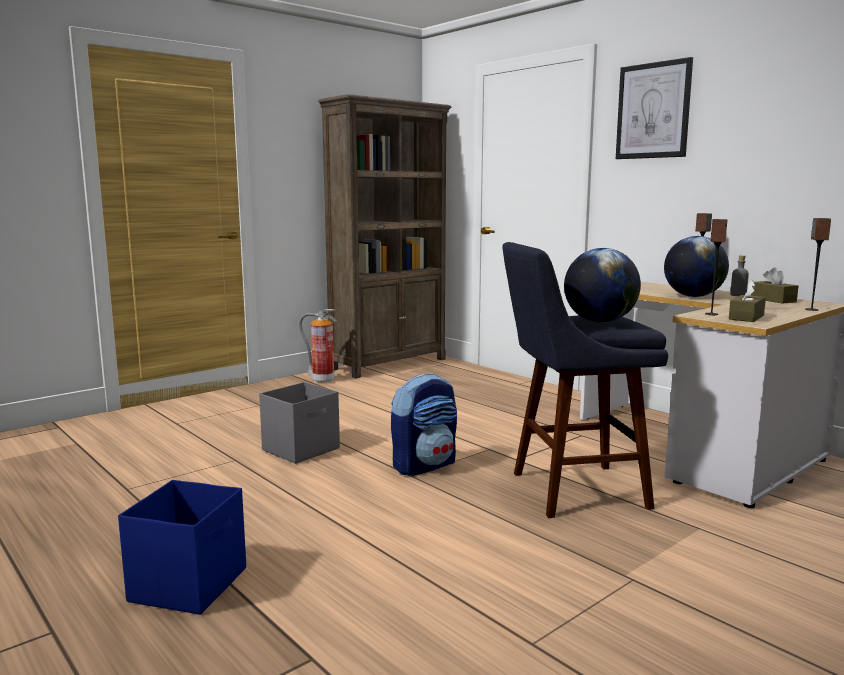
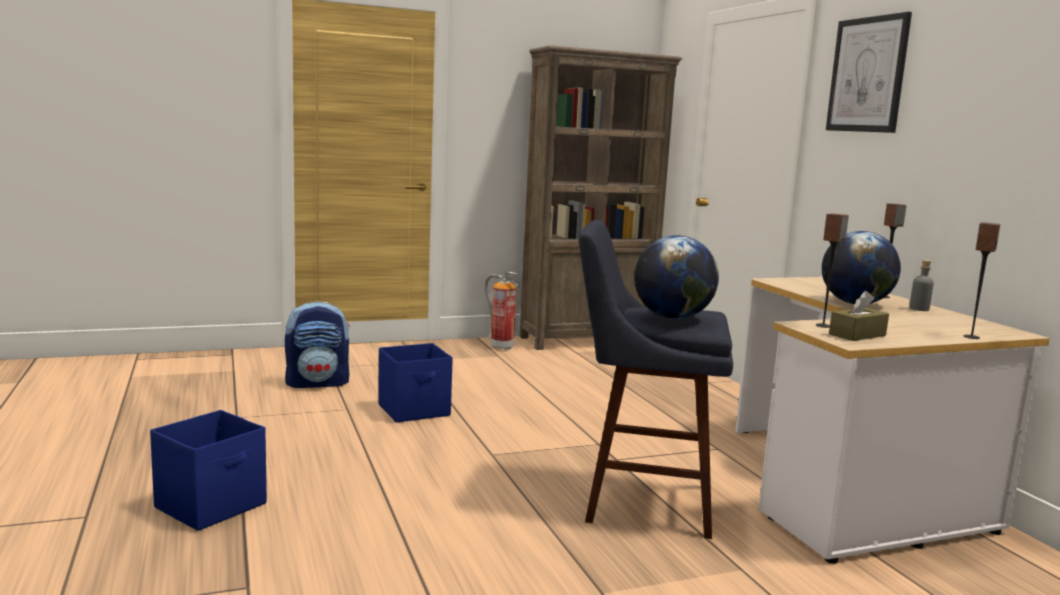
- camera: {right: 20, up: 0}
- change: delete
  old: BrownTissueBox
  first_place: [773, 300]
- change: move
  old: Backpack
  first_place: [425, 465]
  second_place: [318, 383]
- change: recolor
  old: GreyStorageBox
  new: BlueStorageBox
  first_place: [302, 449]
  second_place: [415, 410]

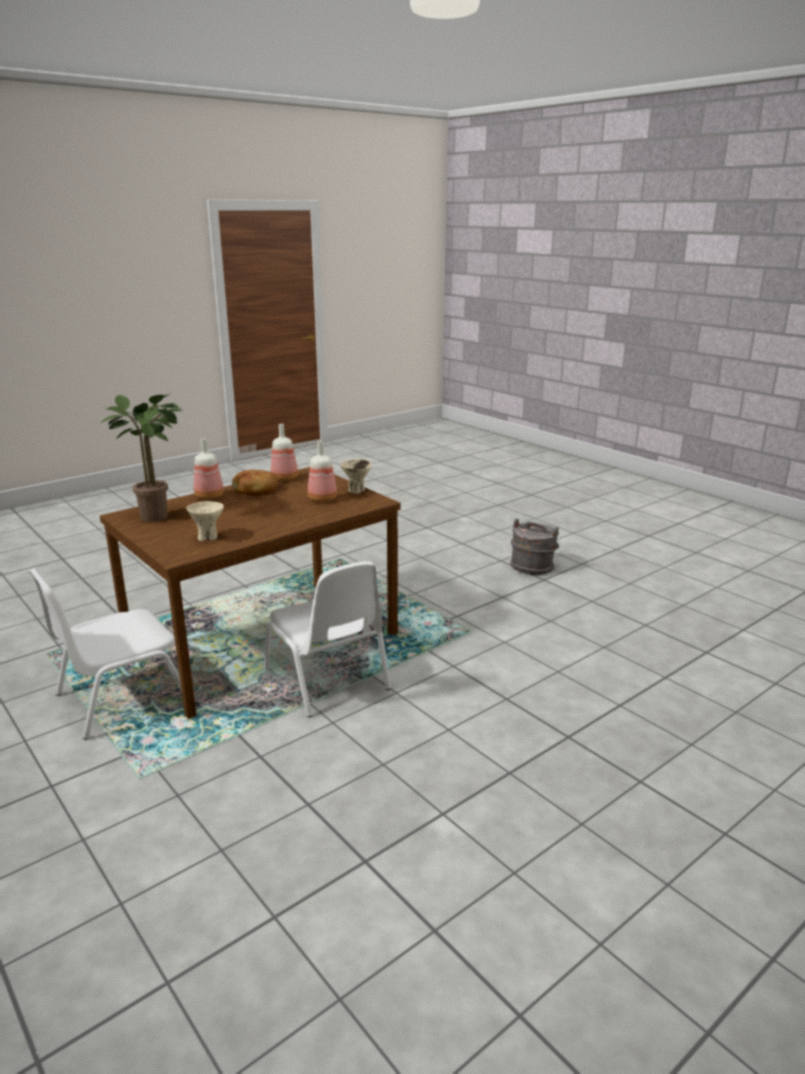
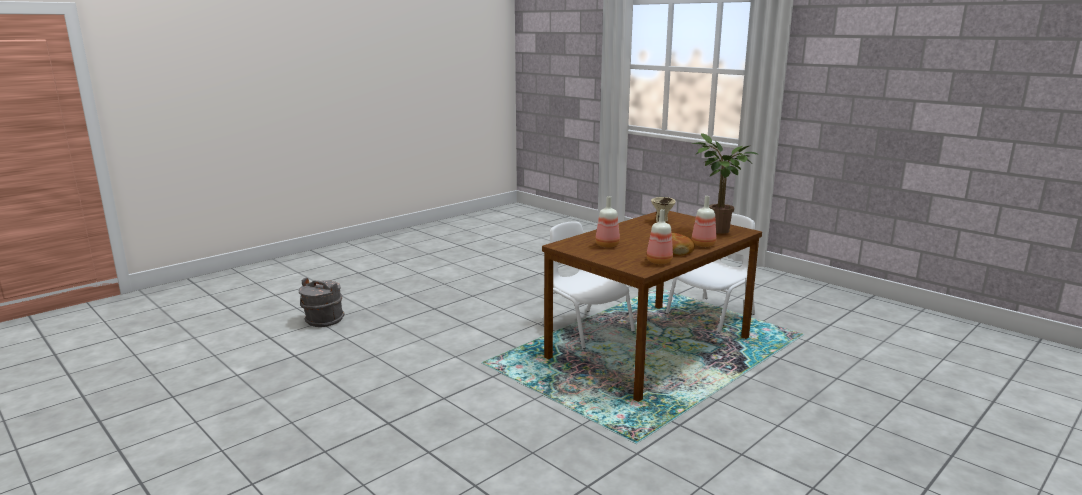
- camera: {right: 175, up: -5}
- change: delete
  old: BeigeBowl
  first_place: [356, 491]
- change: move
  old: GreyBucket
  first_place: [532, 567]
  second_place: [323, 320]

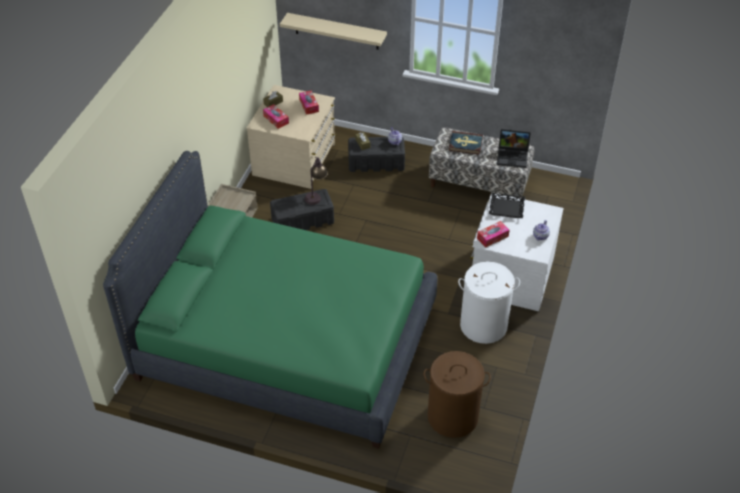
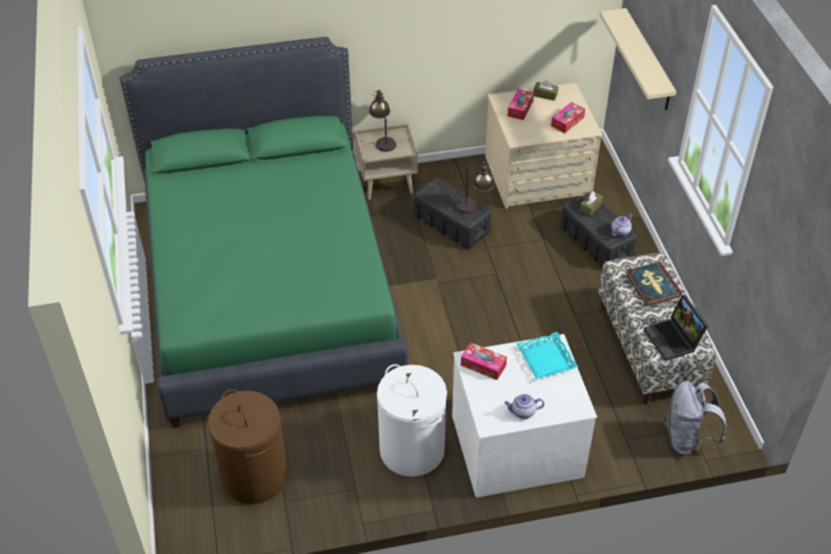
- camera: {right: 60, up: 0}
- change: insert
  new: TableLamp
  second_place: [383, 140]
- change: insert
  new: GreyBackpack
  second_place: [687, 439]
- change: recolor
  old: BlackTray
  new: TurquoiseTray
  first_place: [506, 208]
  second_place: [547, 359]

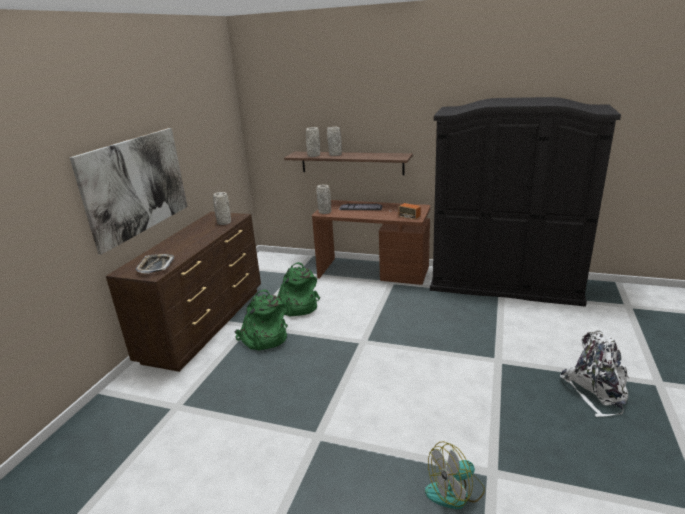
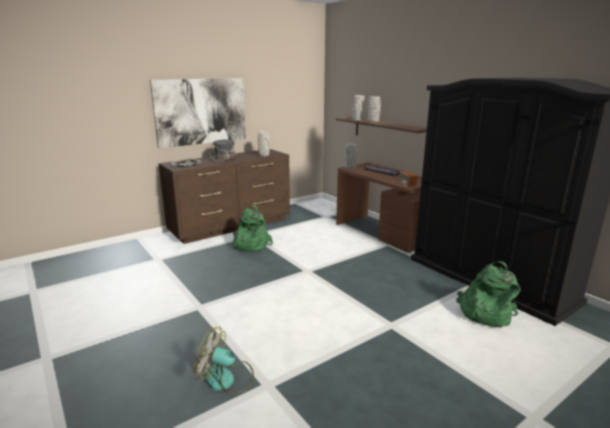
- camera: {right: 35, up: -5}
- change: delete
  old: WhiteBackpack
  first_place: [596, 391]
- change: insert
  new: GreyHat
  second_place: [225, 159]
- change: move
  old: GreenBackpack
  first_place: [296, 306]
  second_place: [484, 313]

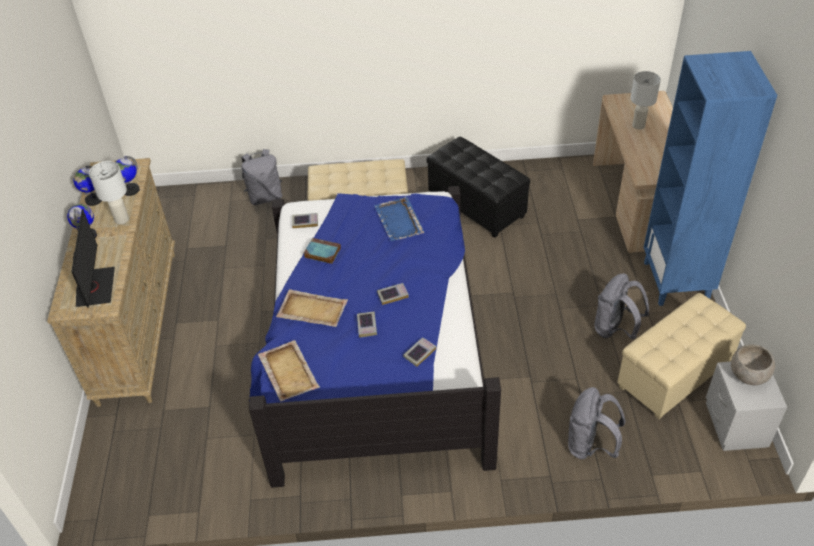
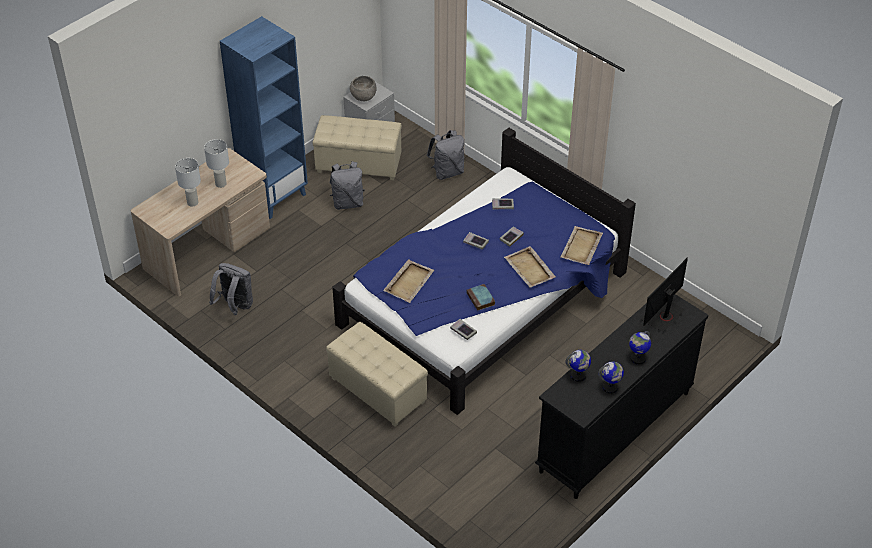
- camera: {right: -135, up: 0}
- change: delete
  old: BlackOttoman
  first_place: [476, 206]
- change: move
  old: WhiteTableLamp
  first_place: [122, 219]
  second_place: [220, 183]
- change: move
  old: GreyBackpack
  first_place: [265, 197]
  second_place: [235, 306]
- change: recolor
  old: BeigeDresser
  new: BlackDresser
  first_place: [138, 324]
  second_place: [614, 432]
- change: recolor
  old: BlueTray
  new: BeigeTray
  first_place: [399, 221]
  second_place: [409, 282]

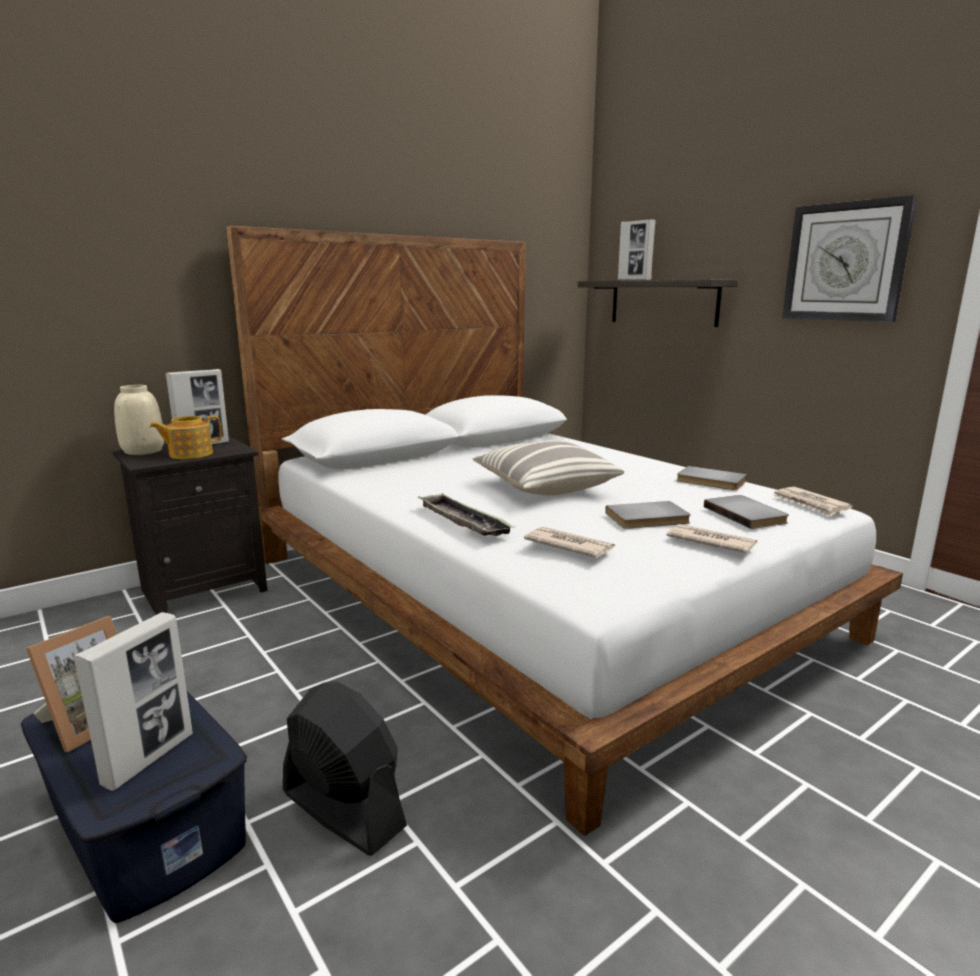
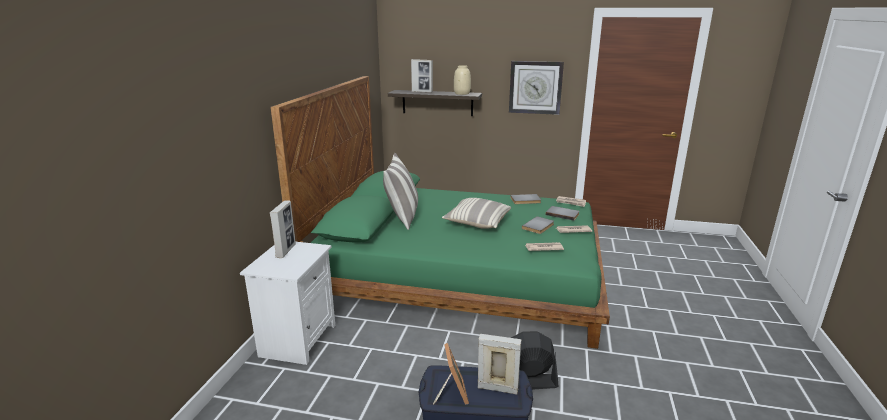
- camera: {right: -40, up: 5}
- change: delete
  old: Teapot
  first_place: [190, 454]
- change: delete
  old: Tray
  first_place: [463, 521]
- change: insert
  new: Pillow
  second_place: [402, 217]
- change: move
  old: BeigeVase
  first_place: [142, 451]
  second_place: [461, 93]
- change: recolor
  old: BlackNightstand
  new: WhiteNightstand
  first_place: [205, 589]
  second_place: [297, 339]
- change: recolor
  old: WhiteBed
  new: GreenBed
  first_place: [535, 594]
  second_place: [461, 275]
- change: rotate
  old: PictureFrame
  first_place: [149, 758]
  second_place: [497, 388]
  degrees: -60

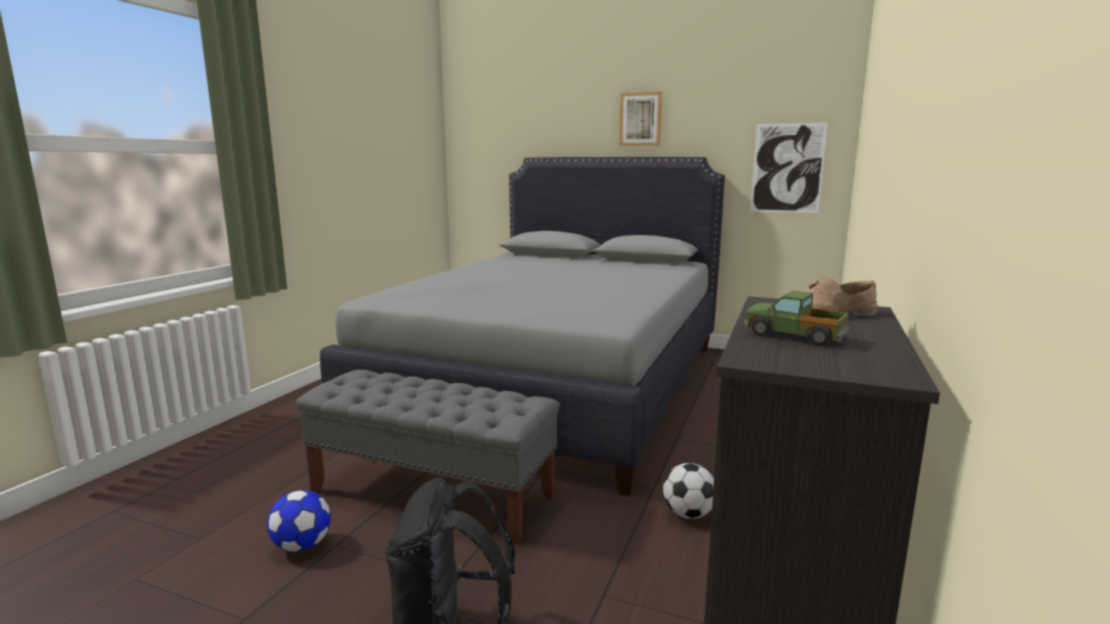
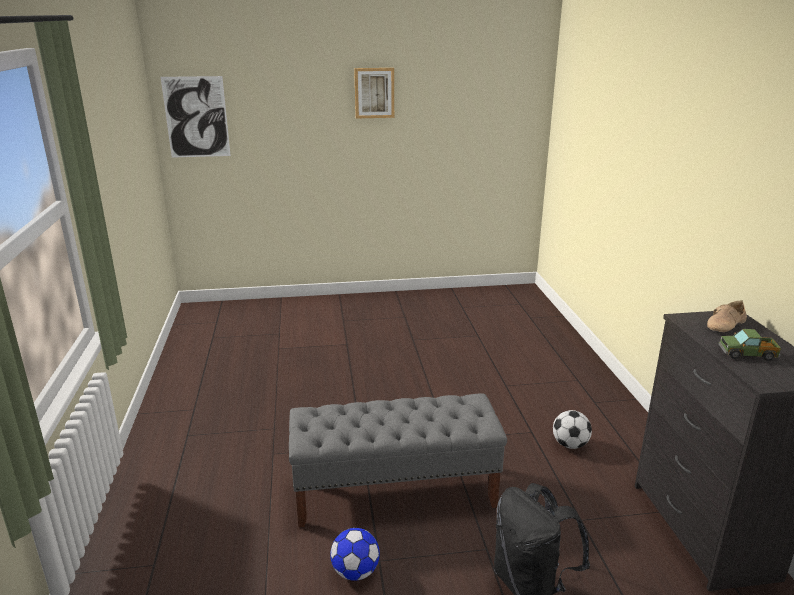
- camera: {right: -30, up: 10}
- change: delete
  old: GreyBed
  first_place: [555, 384]
- change: move
  old: Picture
  first_place: [787, 168]
  second_place: [196, 117]

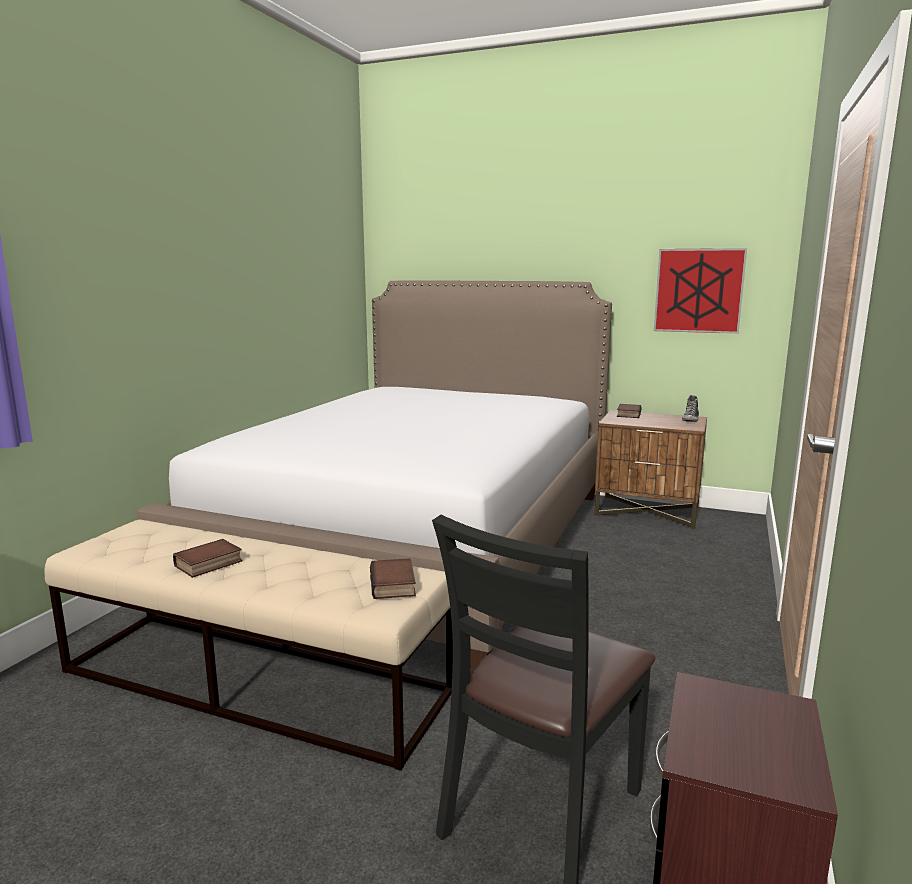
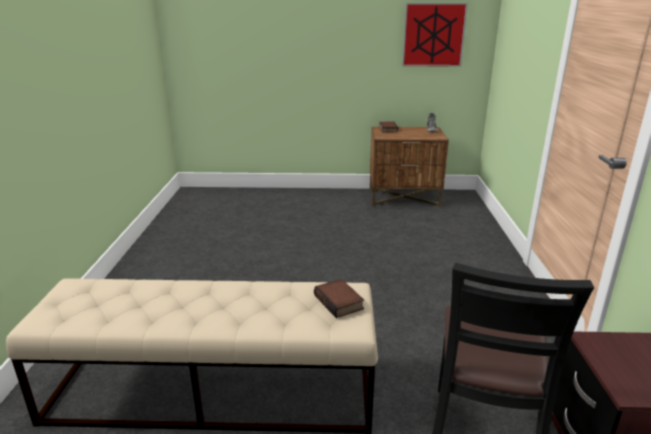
- camera: {right: -20, up: 10}
- change: delete
  old: Bed
  first_place: [418, 540]
- change: delete
  old: Book
  first_place: [208, 564]

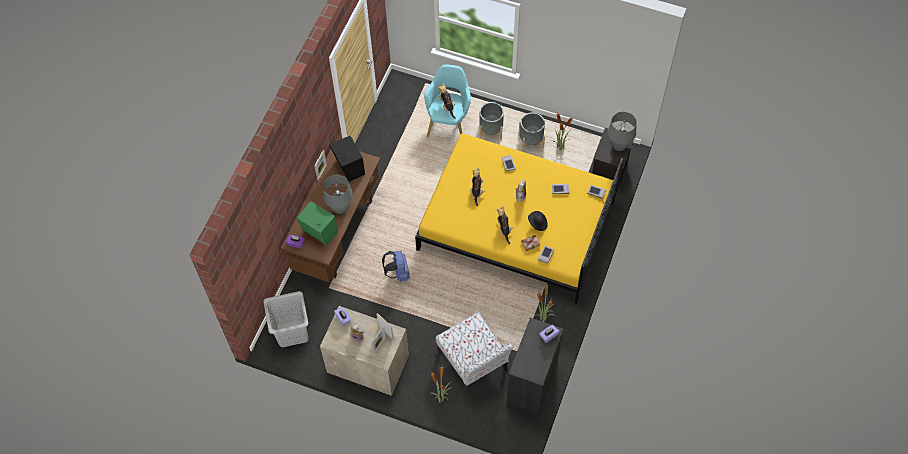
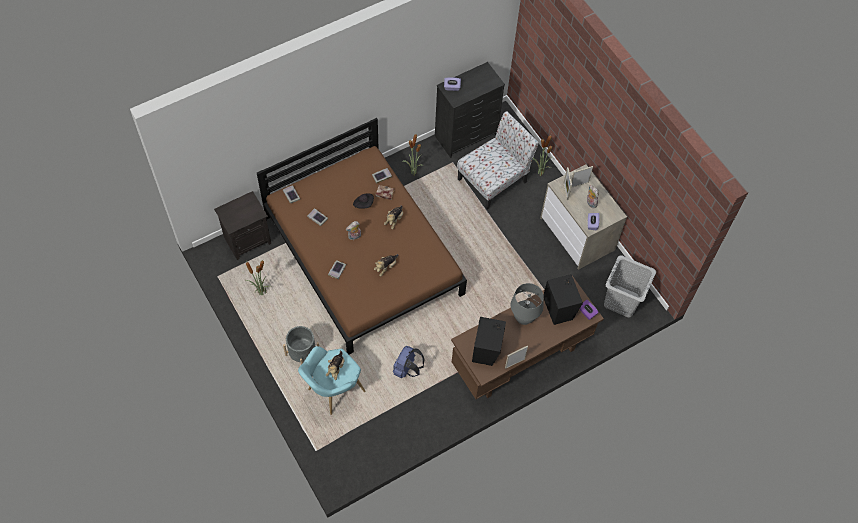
- camera: {right: -145, up: 0}
- change: delete
  old: GreyPlanter
  first_place: [531, 140]
- change: delete
  old: GreyTableLamp
  first_place: [619, 145]
- change: move
  old: BlueBackpack
  first_place: [398, 273]
  second_place: [407, 369]
- change: recolor
  old: GreenSpeaker
  new: BlackSpeaker
  first_place: [320, 233]
  second_place: [559, 307]
- change: recolor
  old: YellowBed
  new: BrownBed
  first_place: [516, 225]
  second_place: [364, 254]
- change: rotate
  old: Chair
  first_place: [473, 361]
  second_place: [494, 179]
  degrees: 45

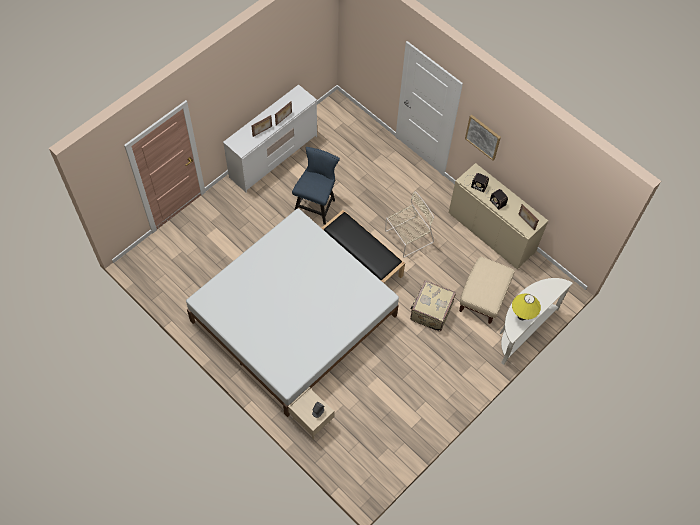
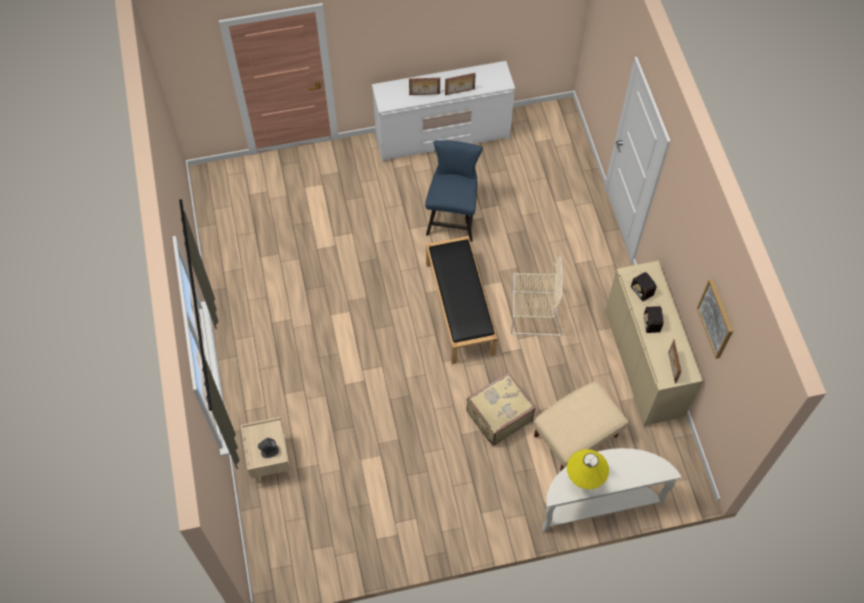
- camera: {right: 35, up: 0}
- change: delete
  old: WhiteBed
  first_place: [293, 318]
- change: move
  old: Picture
  first_place: [483, 137]
  second_place: [716, 318]
- change: rotate
  old: BlueChair
  first_place: [316, 204]
  second_place: [452, 217]
  degrees: -45

